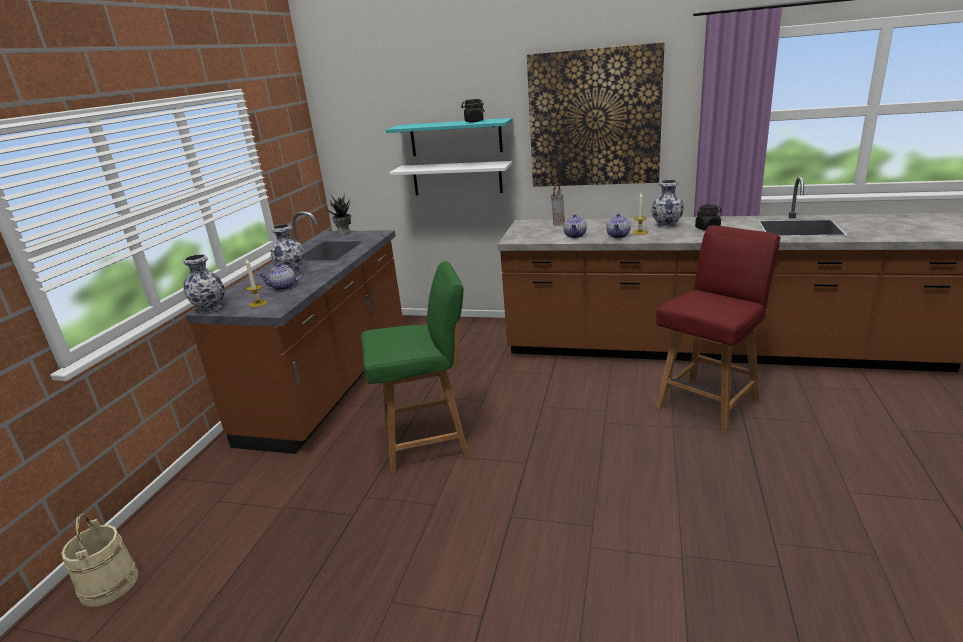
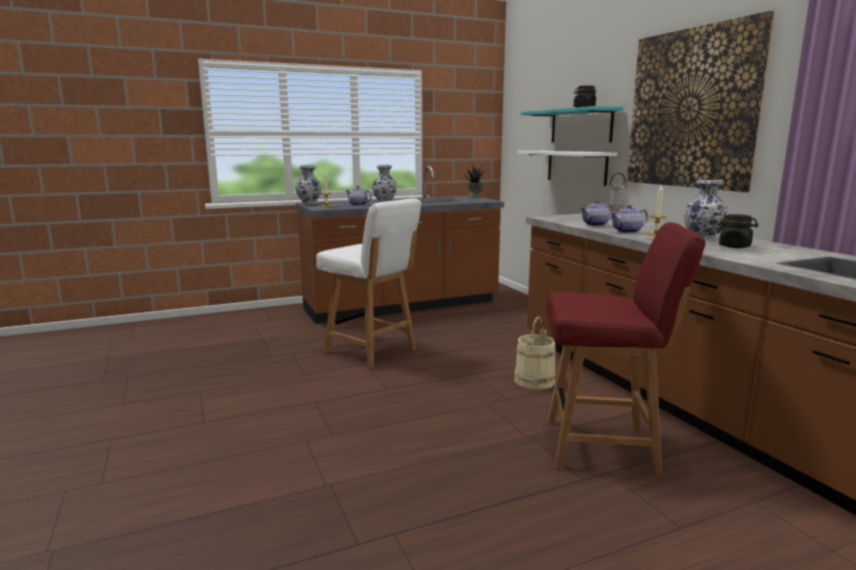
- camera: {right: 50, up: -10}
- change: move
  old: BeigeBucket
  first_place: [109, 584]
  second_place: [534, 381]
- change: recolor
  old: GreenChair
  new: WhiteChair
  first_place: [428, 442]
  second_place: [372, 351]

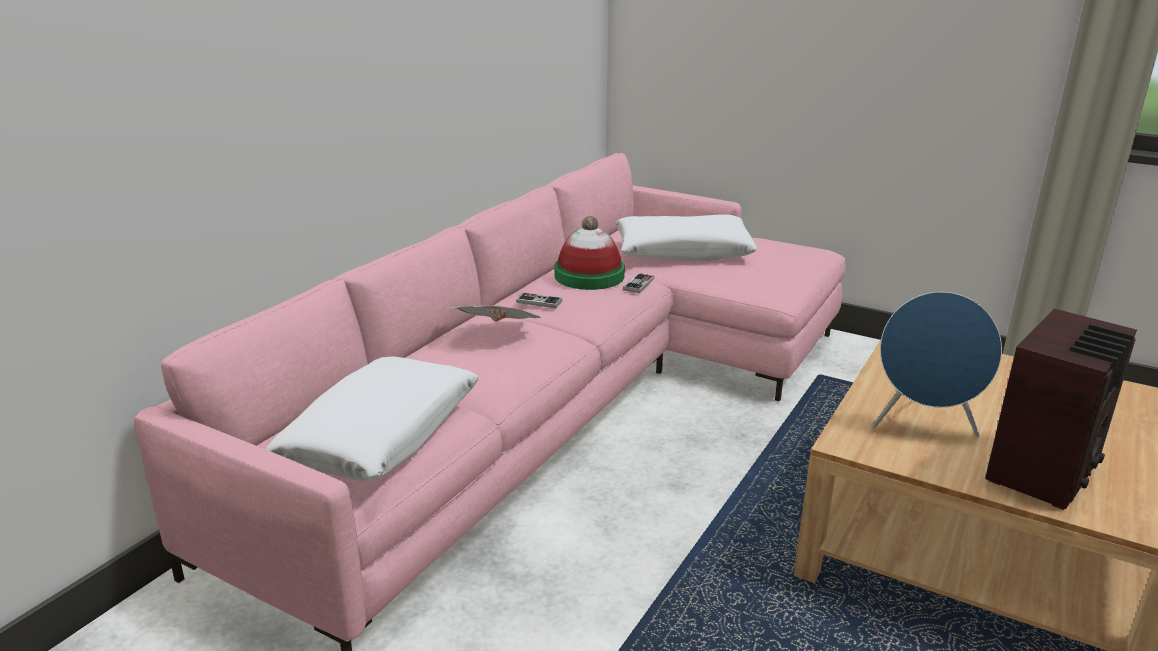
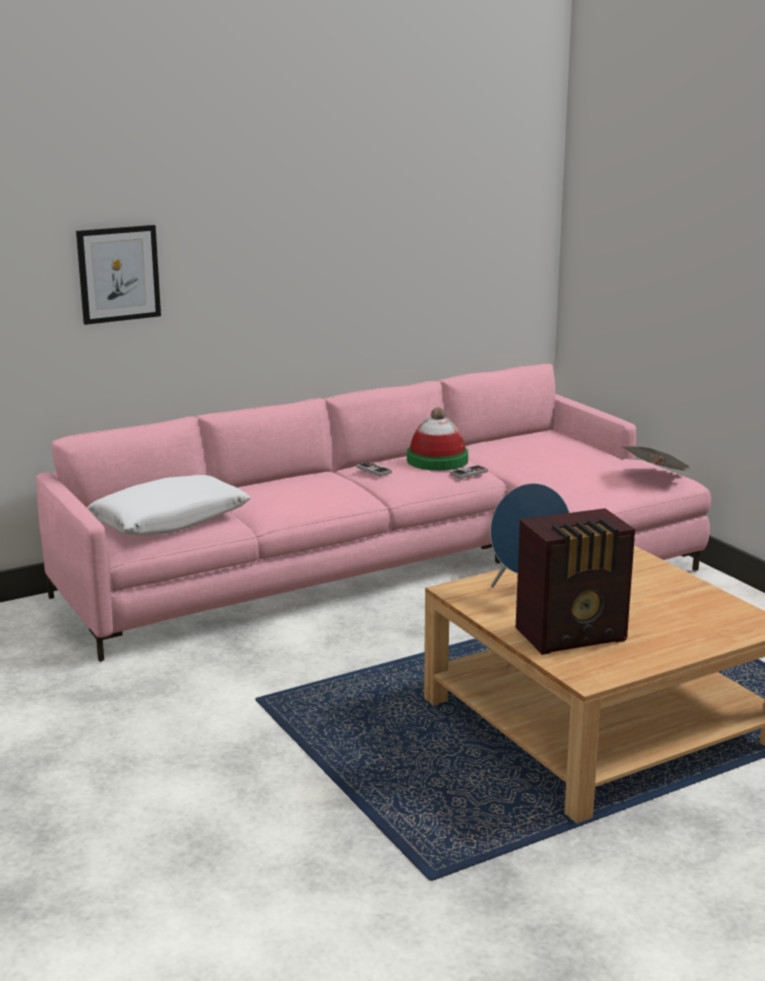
- camera: {right: 30, up: -5}
- change: delete
  old: WhitePillow
  first_place: [683, 251]
- change: insert
  new: Picture
  second_place: [118, 274]
- change: move
  old: Newspaper
  first_place: [499, 335]
  second_place: [657, 477]

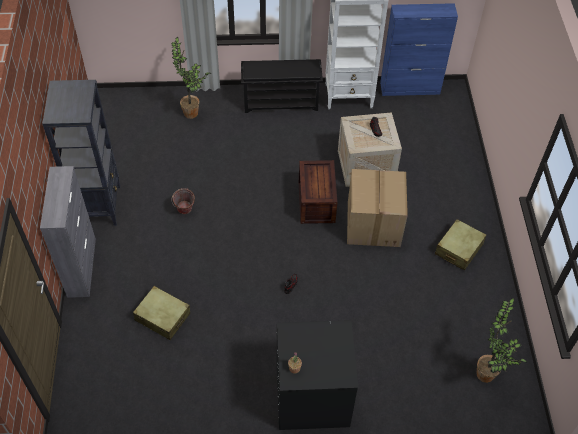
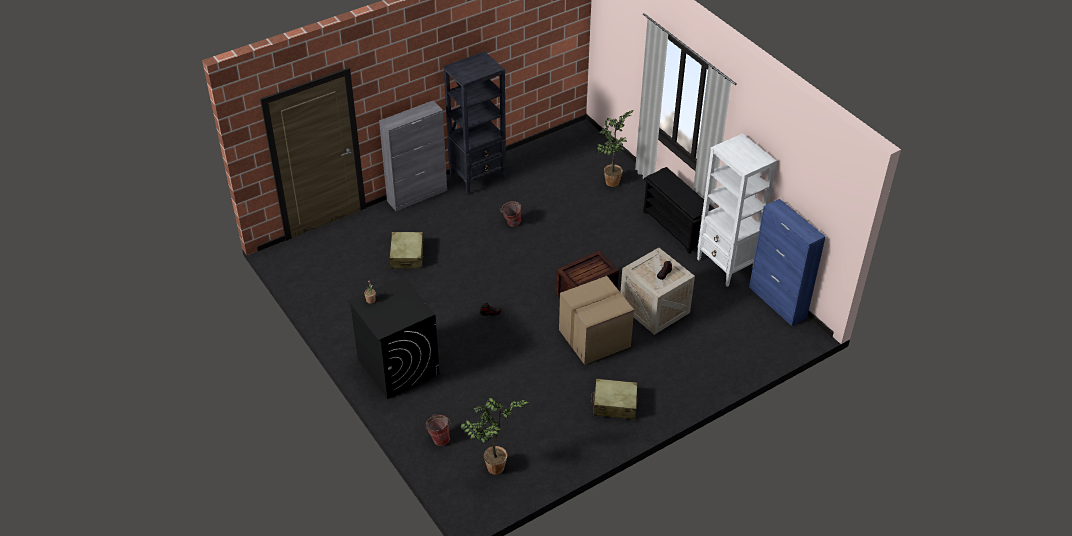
- camera: {right: 60, up: -10}
- change: insert
  new: Bucket
  second_place: [439, 438]

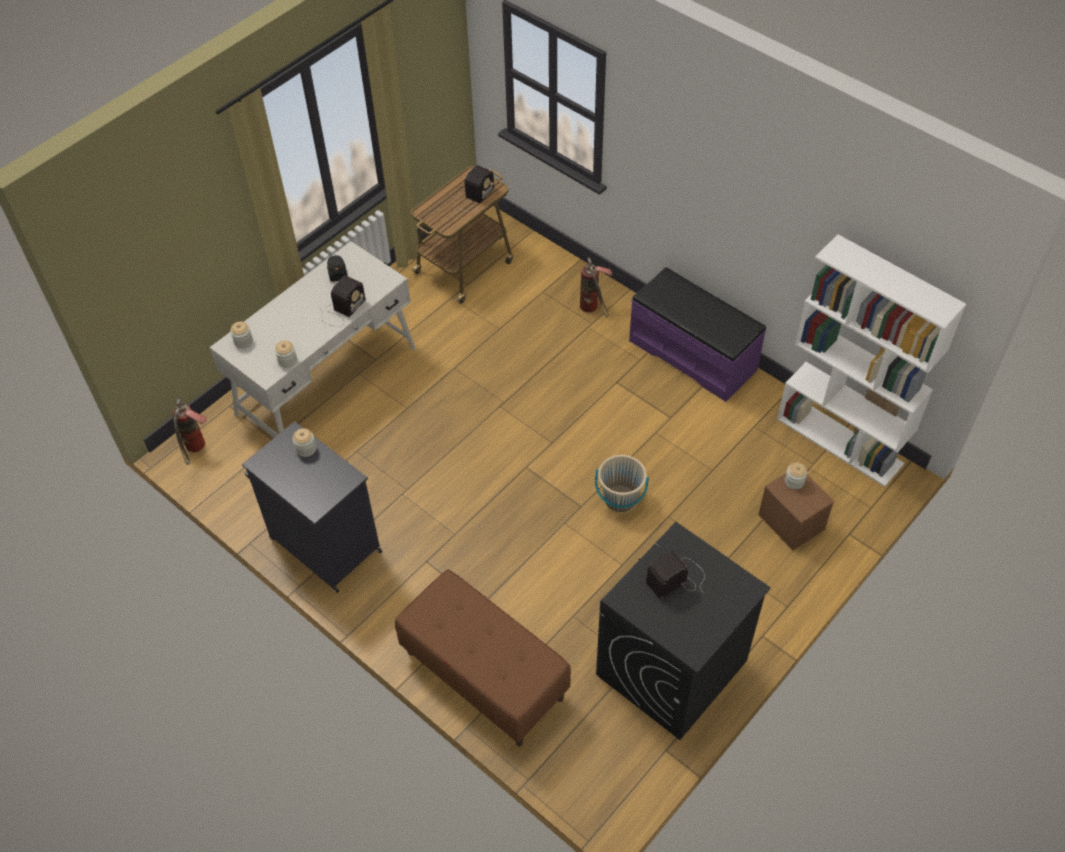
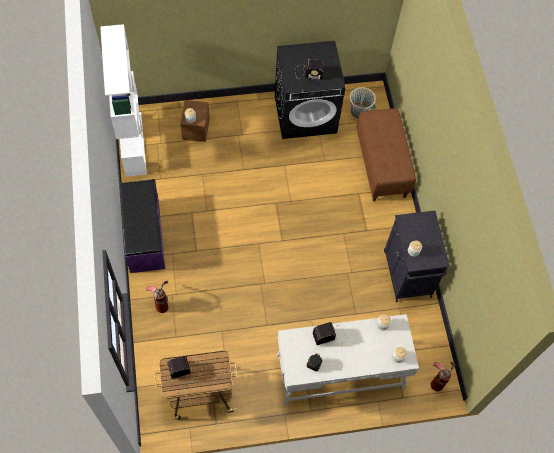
- camera: {right: -145, up: 10}
- change: move
  old: BeigeBucket
  first_place: [620, 499]
  second_place: [359, 111]

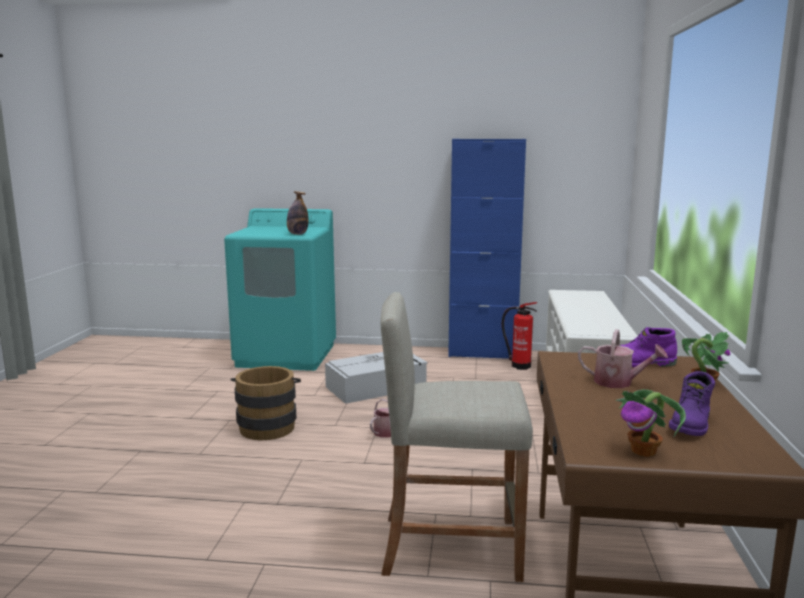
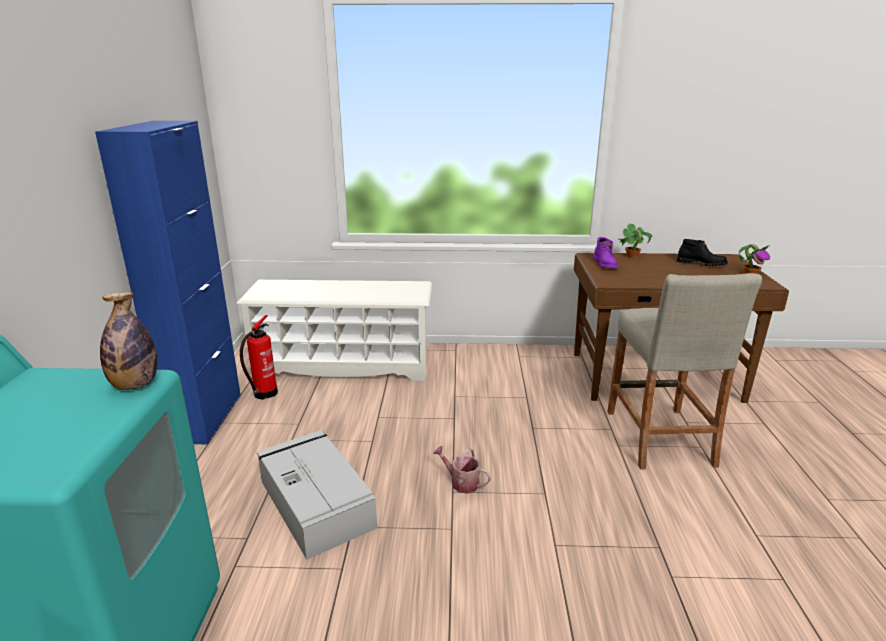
- camera: {right: -95, up: 10}
- change: delete
  old: BrownBucket
  first_place: [268, 426]
- change: delete
  old: WateringCan
  first_place: [619, 382]
- change: recolor
  old: PurpleBoot
  new: BlackBoot
  first_place: [691, 424]
  second_place: [701, 264]

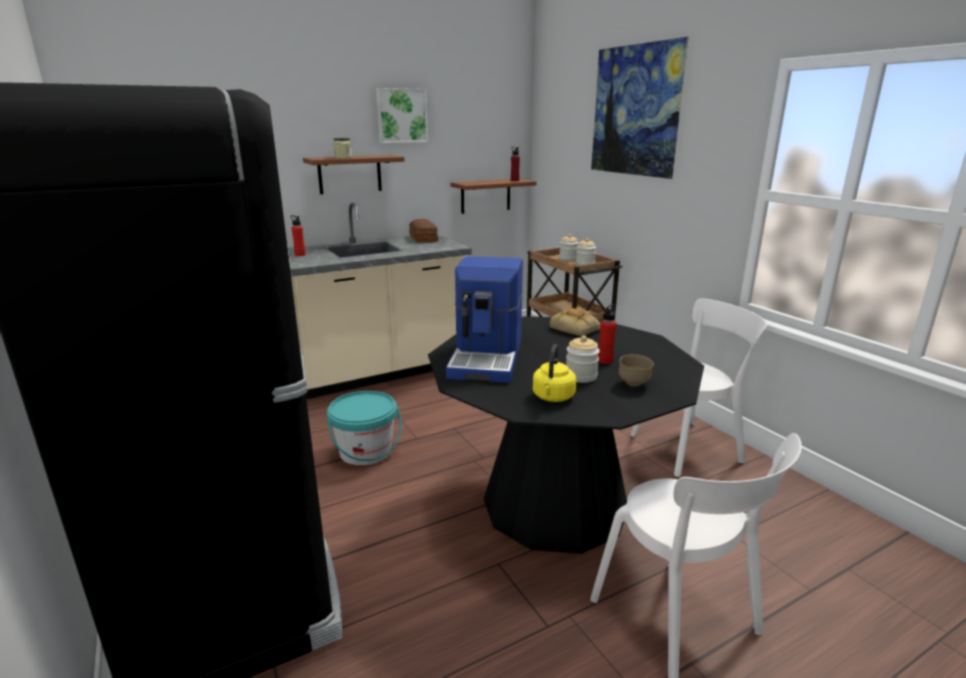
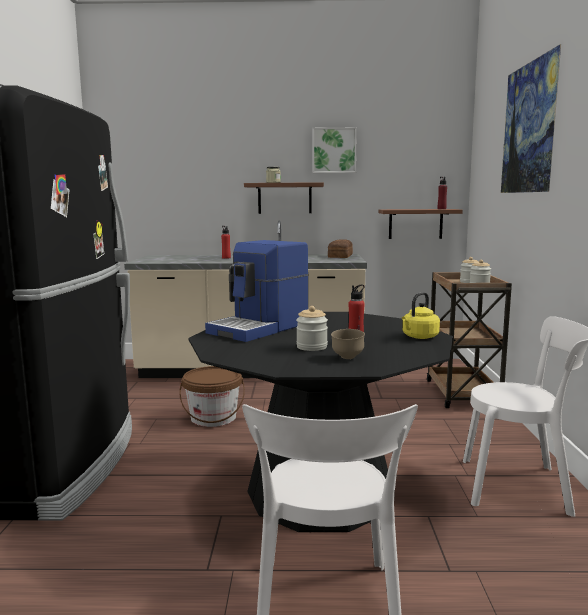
- camera: {right: 30, up: -10}
- change: delete
  old: Bread
  first_place: [576, 328]
- change: move
  old: YellowKettle
  first_place: [553, 397]
  second_place: [419, 337]
- change: recolor
  old: TurquoiseBucket
  new: BrownBucket
  first_place: [366, 451]
  second_place: [213, 418]

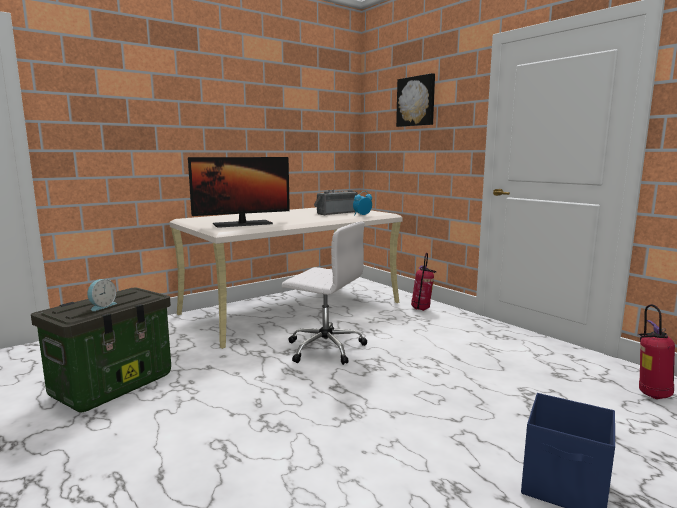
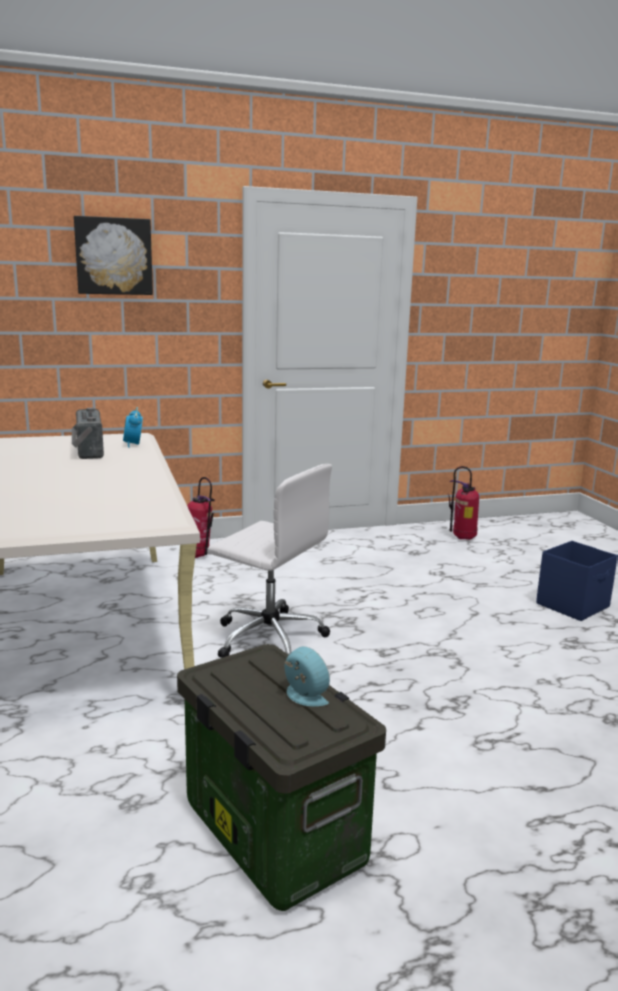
- camera: {right: -70, up: 5}
- change: delete
  old: Monitor
  first_place: [242, 224]
- change: rotate
  old: WhiteOfficeChair
  first_place: [324, 348]
  second_place: [268, 637]
  degrees: 75

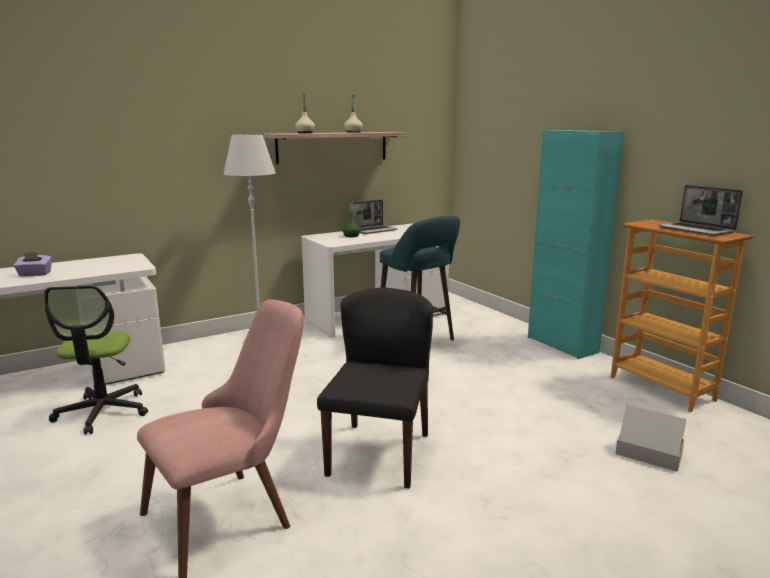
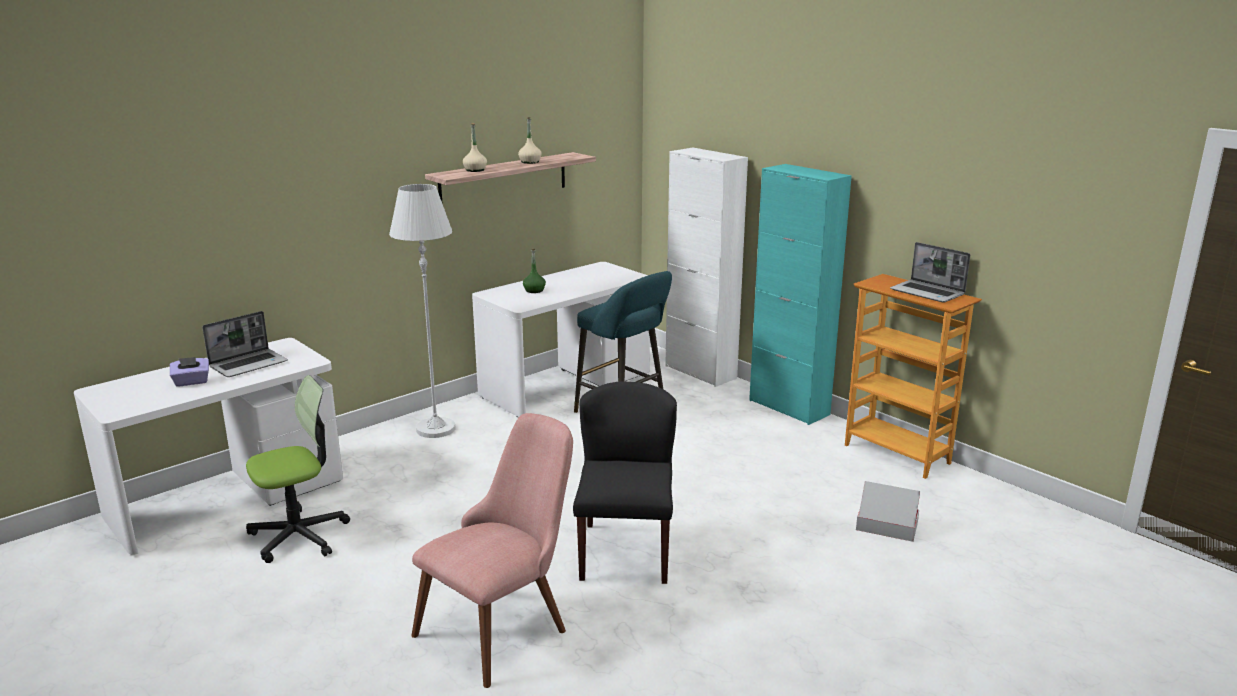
- camera: {right: -10, up: 5}
- change: insert
  new: WhiteCabinet
  second_place: [700, 372]
- change: move
  old: Laptop
  first_place: [374, 230]
  second_place: [249, 364]
- change: rotate
  old: OfficeChair
  first_place: [103, 412]
  second_place: [299, 536]
  degrees: -105

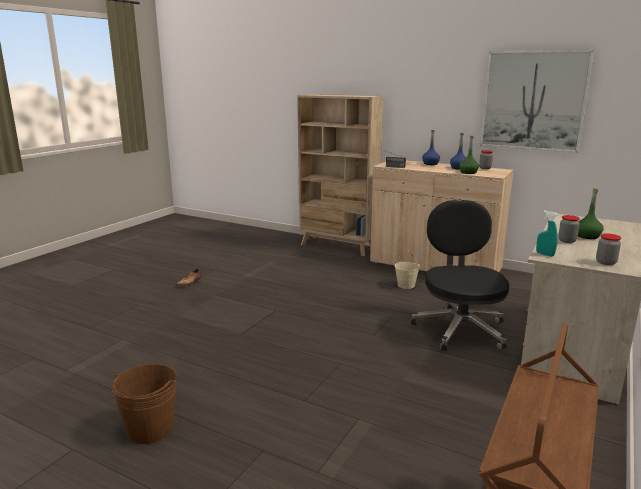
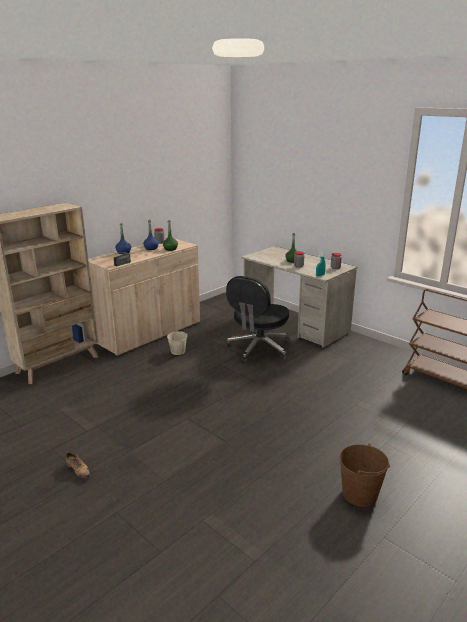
- camera: {right: -75, up: 5}
- change: delete
  old: Picture
  first_place: [533, 101]
- change: rotate
  old: BlackOfficeChair
  first_place: [459, 329]
  second_place: [258, 349]
  degrees: -75

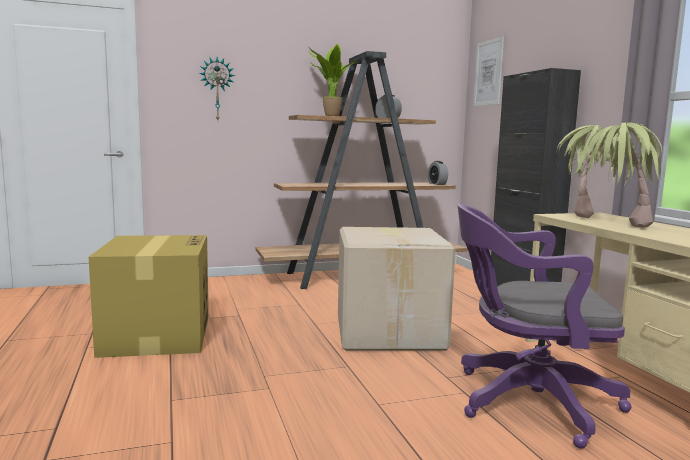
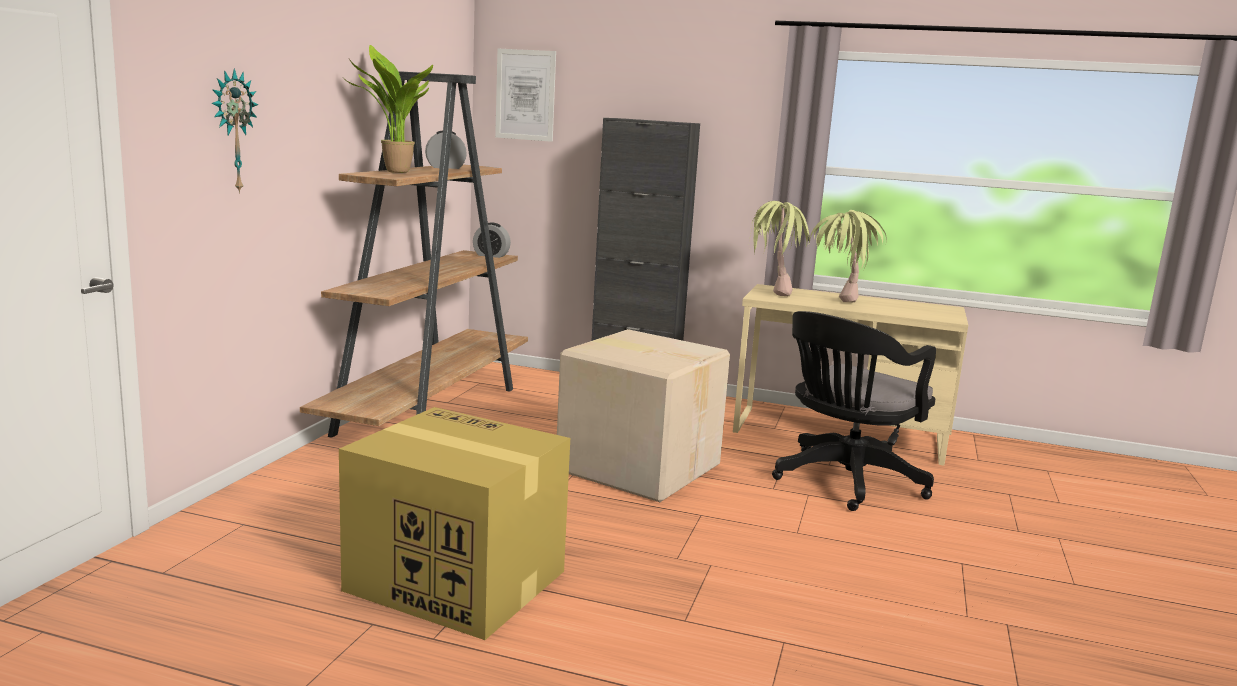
- camera: {right: -55, up: 5}
- change: recolor
  old: PurpleOfficeChair
  new: BlackOfficeChair
  first_place: [526, 401]
  second_place: [844, 482]

